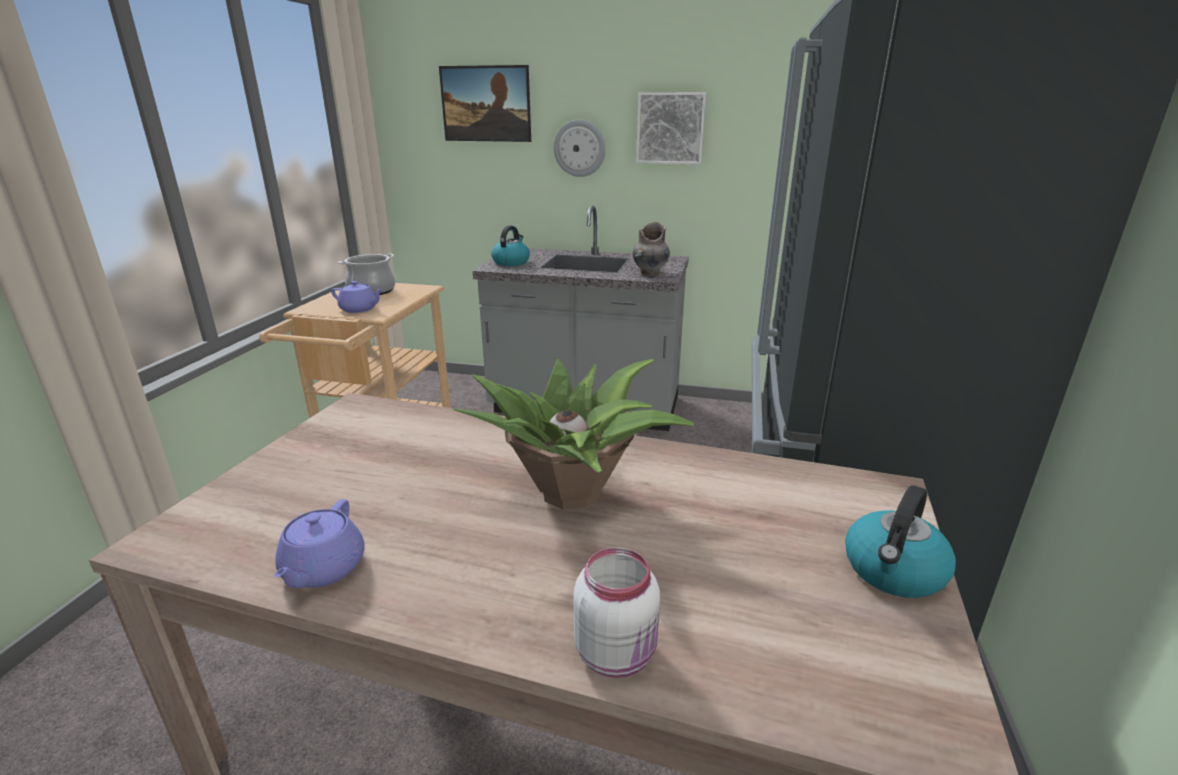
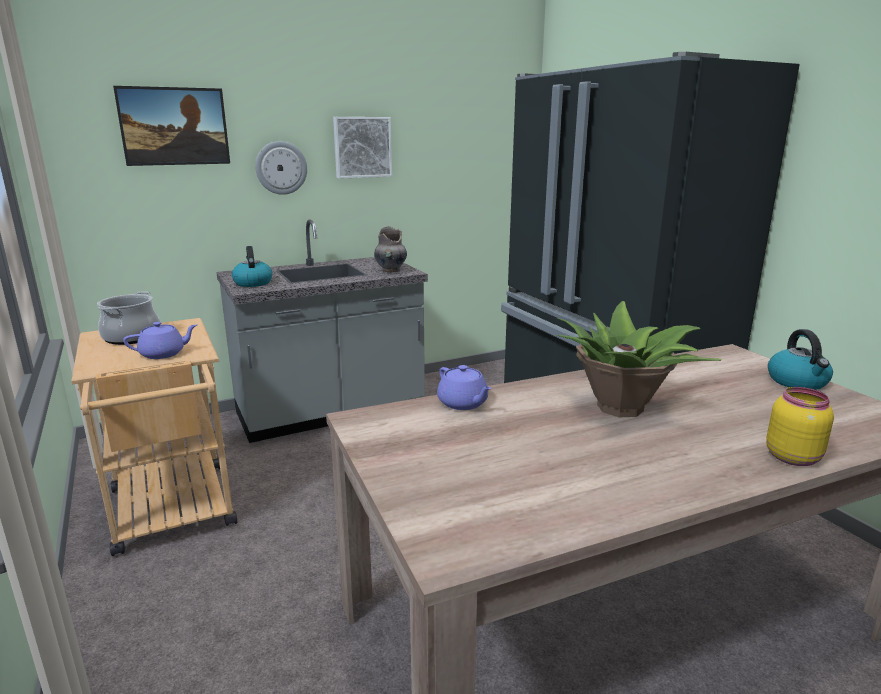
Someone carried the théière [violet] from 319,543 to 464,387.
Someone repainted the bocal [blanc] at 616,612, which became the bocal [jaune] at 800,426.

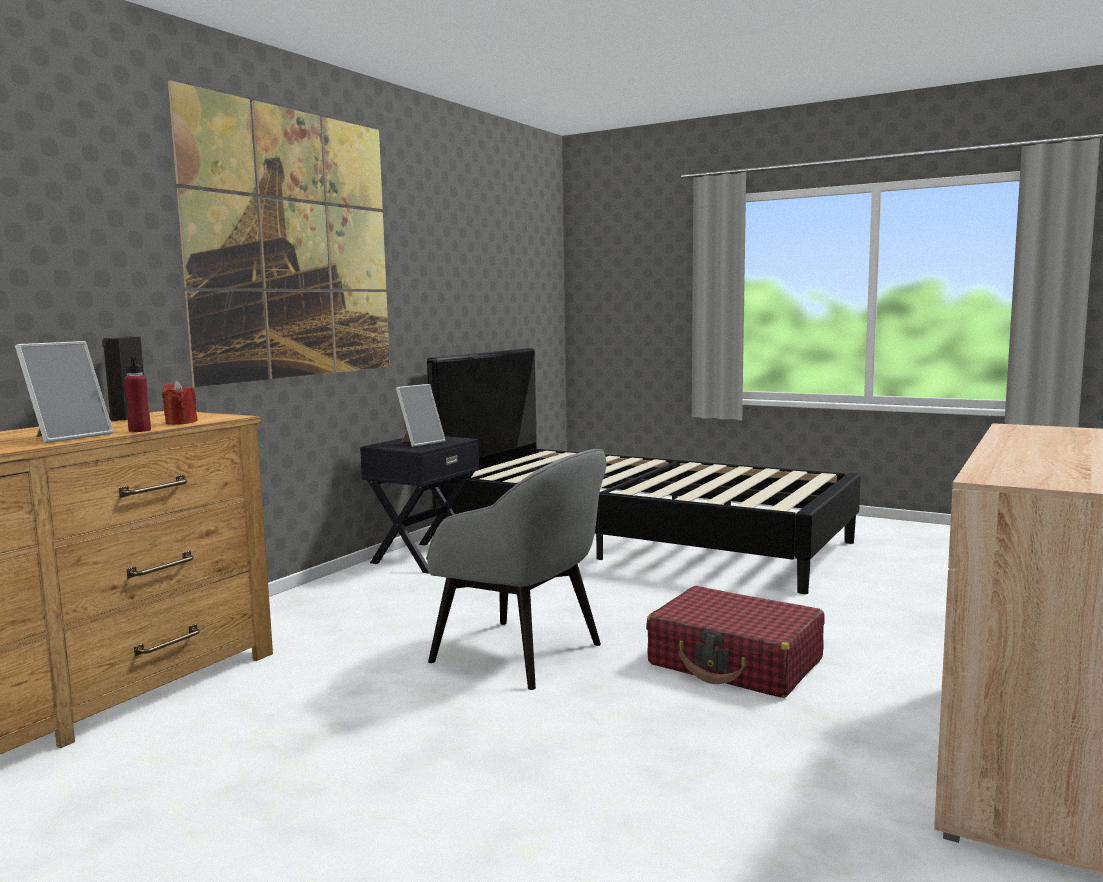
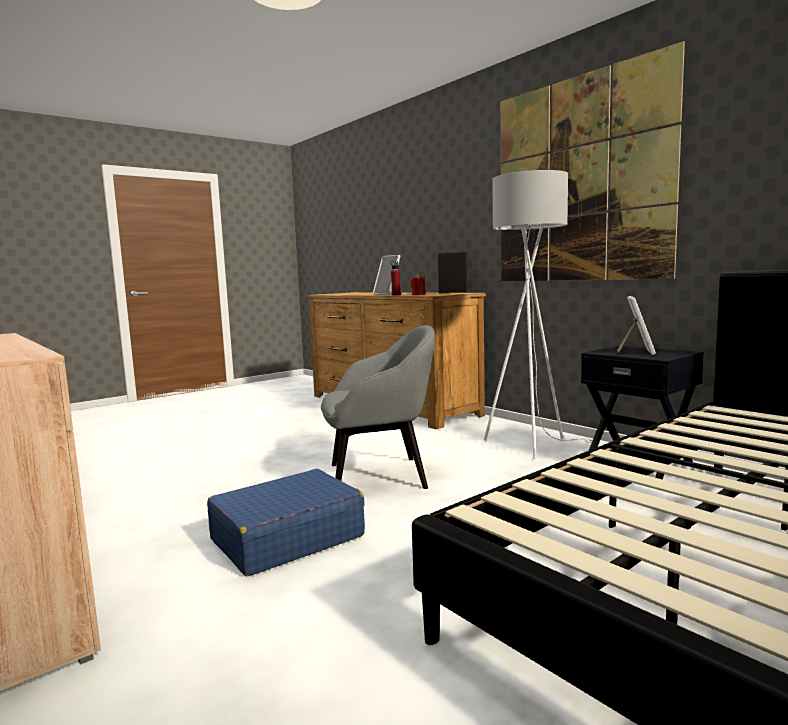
Someone rotated the cadre photo at 421,415 by 135 degrees counterclockwise.
Someone rotated the fauteuil [gris] at 516,569 by 150 degrees counterclockwise.
Someone repainted the valise [rouge] at 735,642, which became the valise [bleu] at 286,522.
Someone put down the lampadaire [blanc] at 538,314.

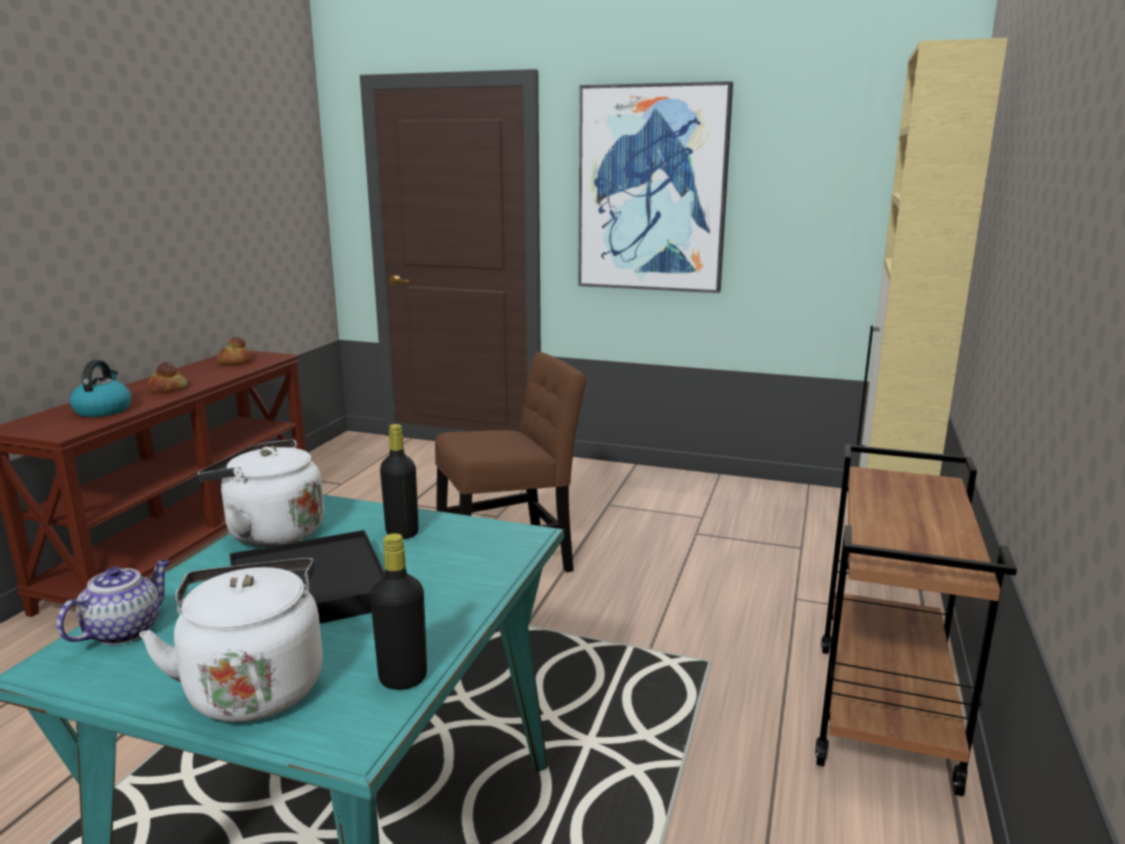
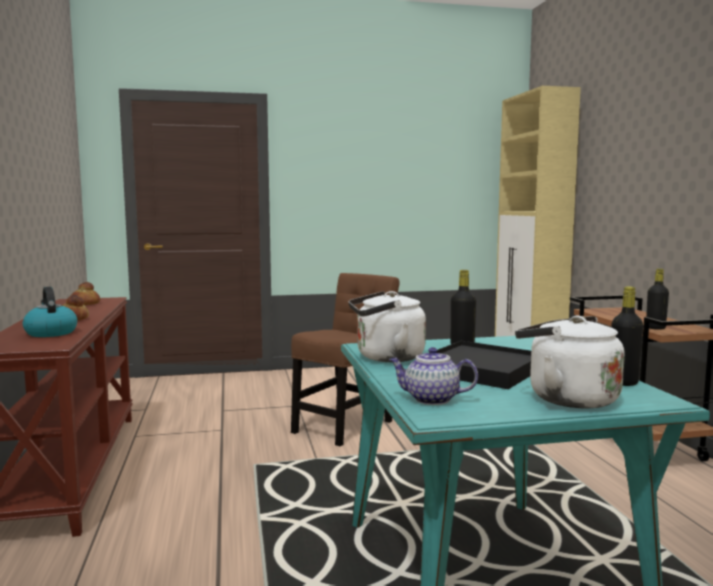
Someone took away the tableau at 655,187.
Someone rotated the théière at 113,602 by 75 degrees counterclockwise.
Someone put down the bouteille [noir] at 657,299.

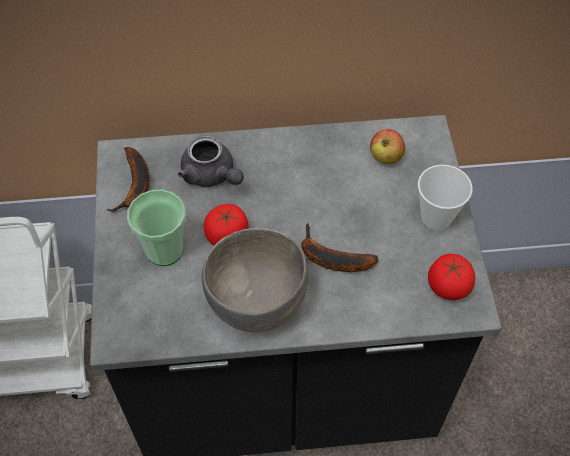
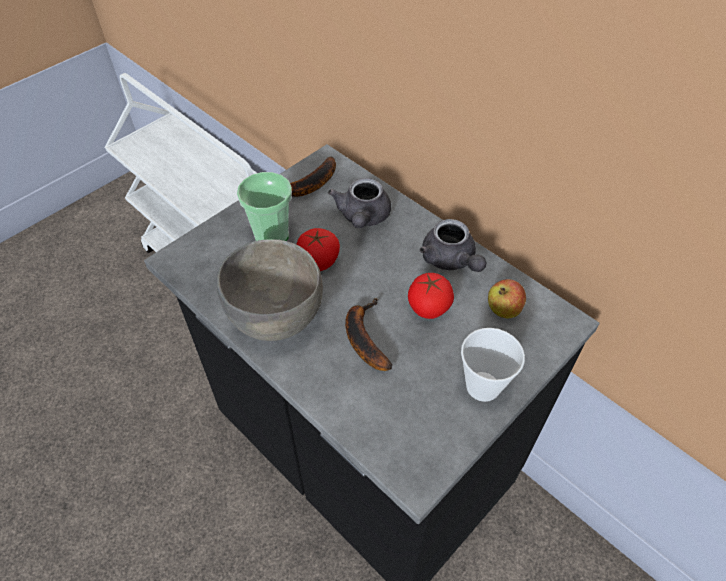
Someone carried the tomate from 451,277 to 431,296.
Someone put down the théière [gris] at 453,245.

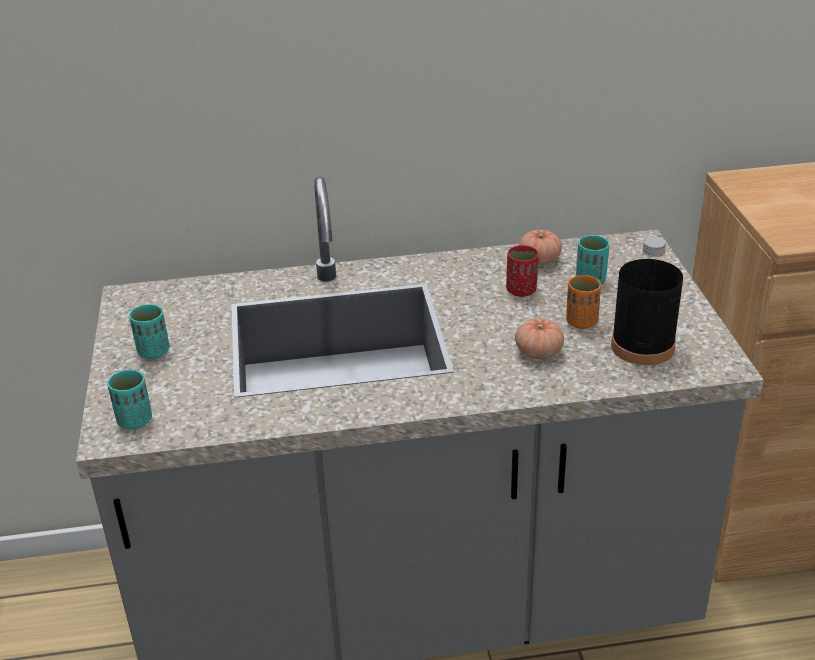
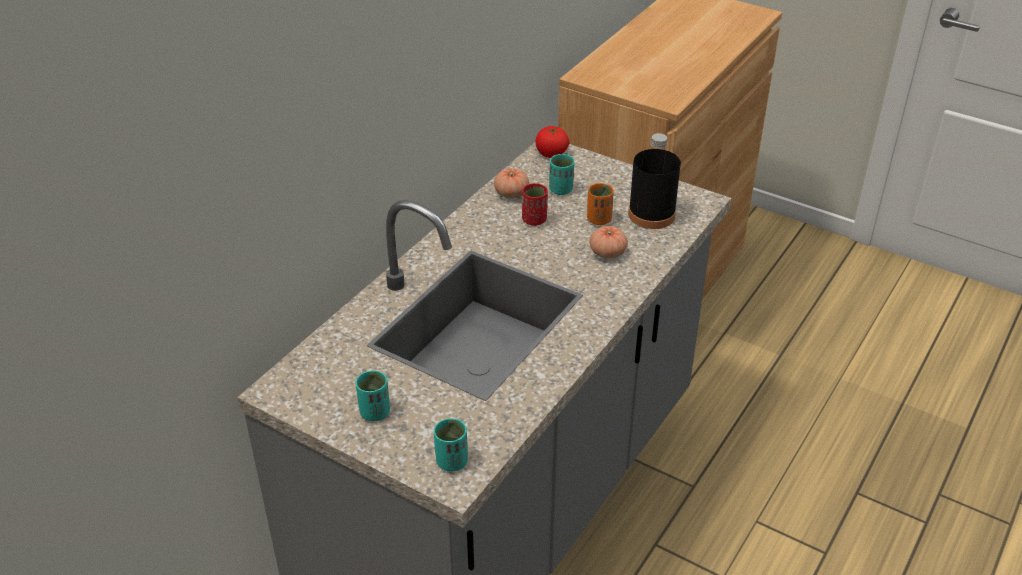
Someone put down the tomate at 552,142.

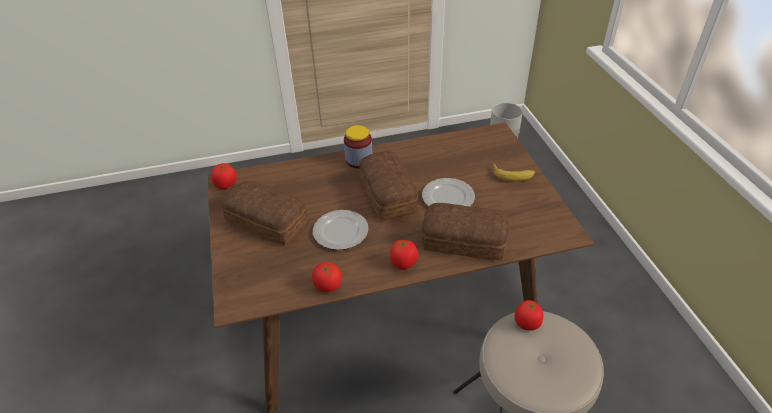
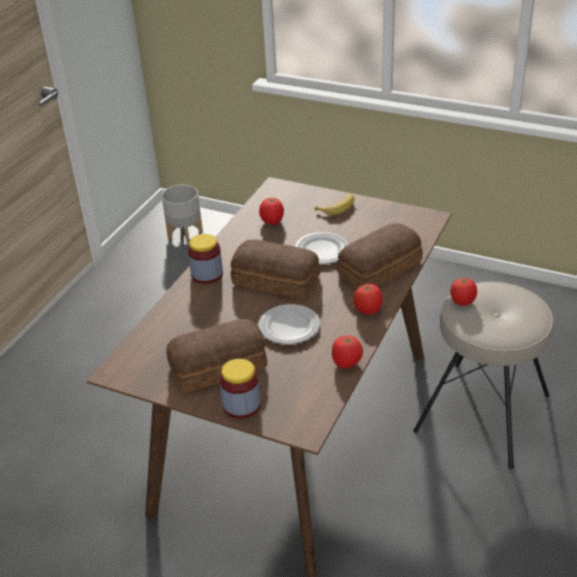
Someone carried the tomate from 223,176 to 271,211.
Someone put down the bocal at 240,388.

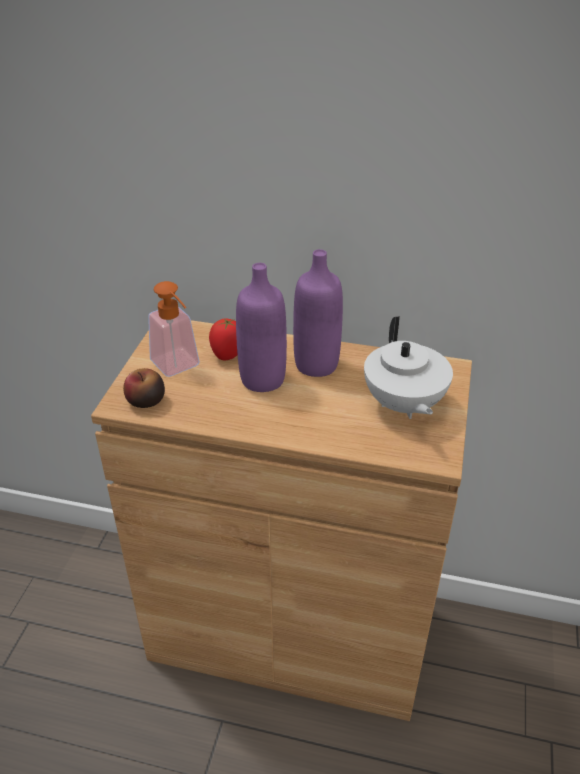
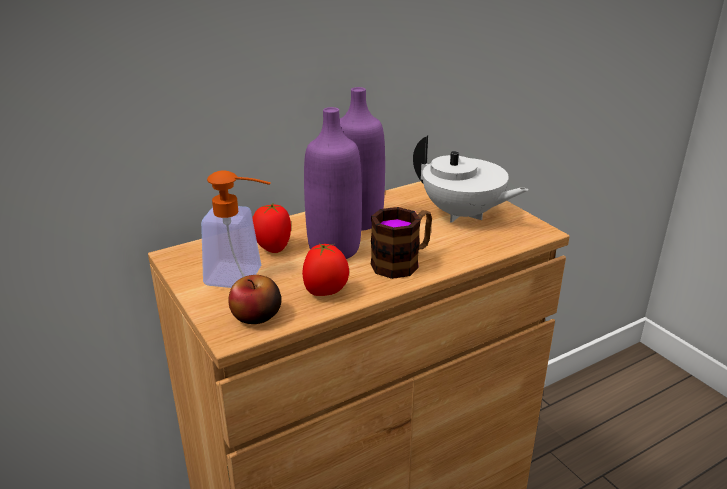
Someone put down the mug at 401,243.
Someone put down the tomate at 325,269.

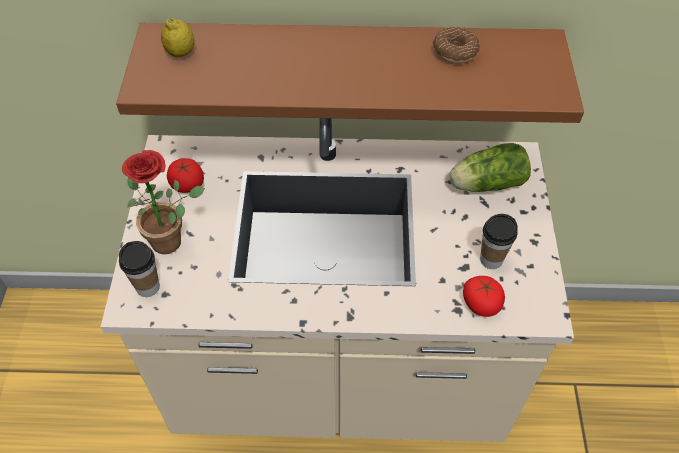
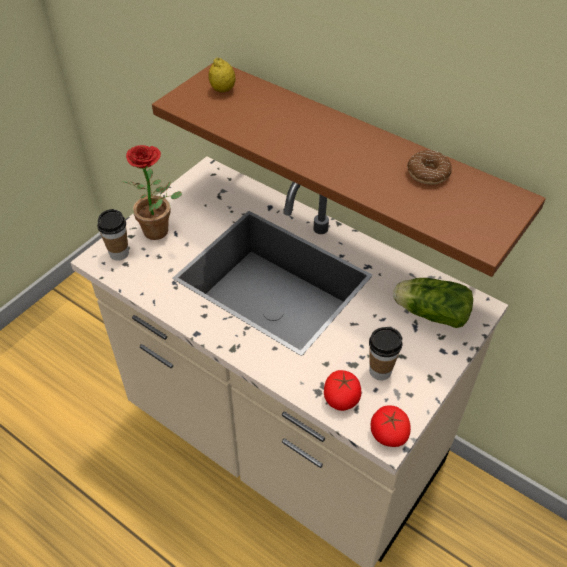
Someone carried the tomate from 185,175 to 390,426.

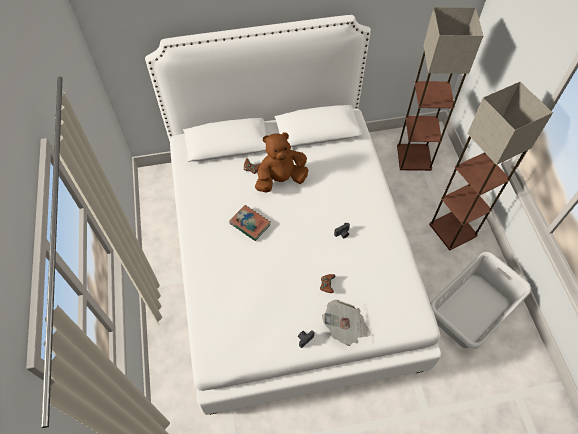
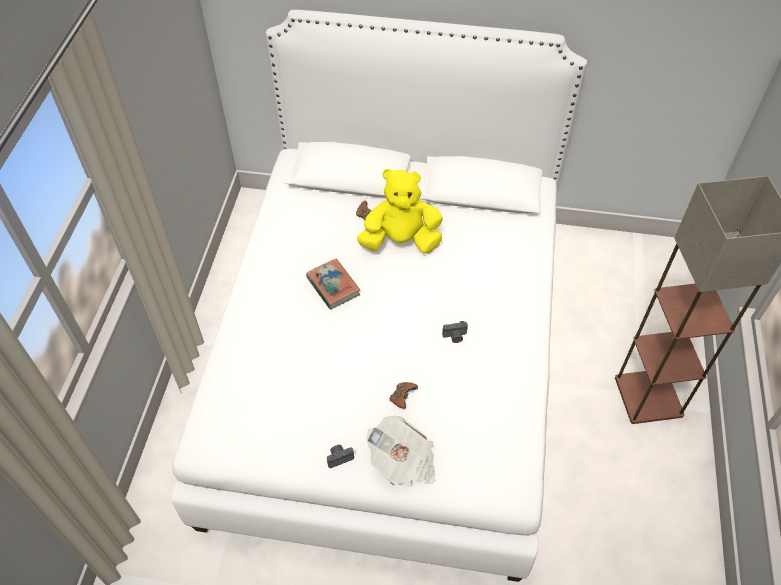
Someone took away the lampadaire at 440,89.
Someone repainted the peluche [marron] at 282,162, which became the peluche [jaune] at 400,211.
Someone took away the panier à linge [gris] at 480,300.

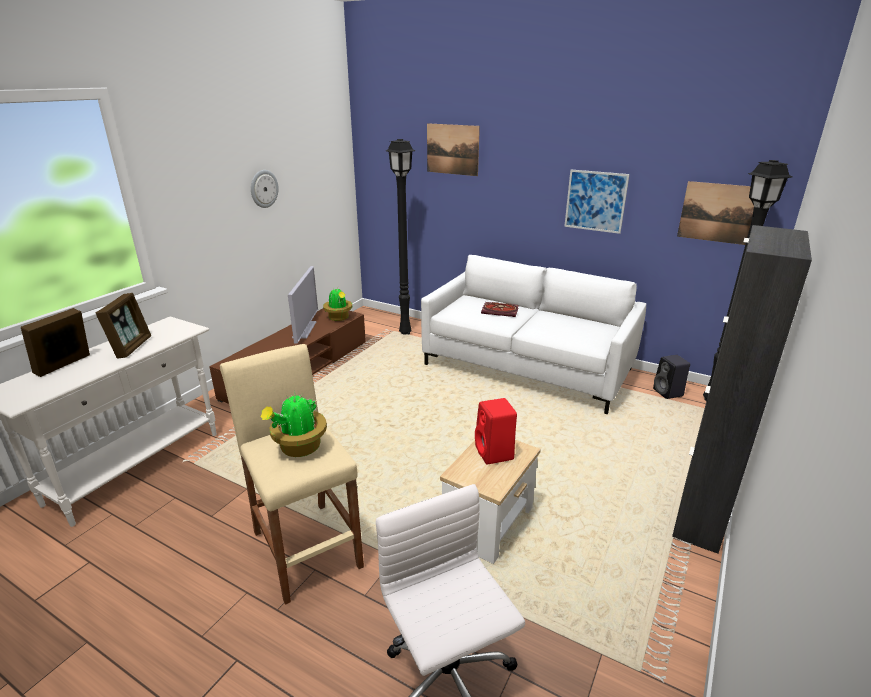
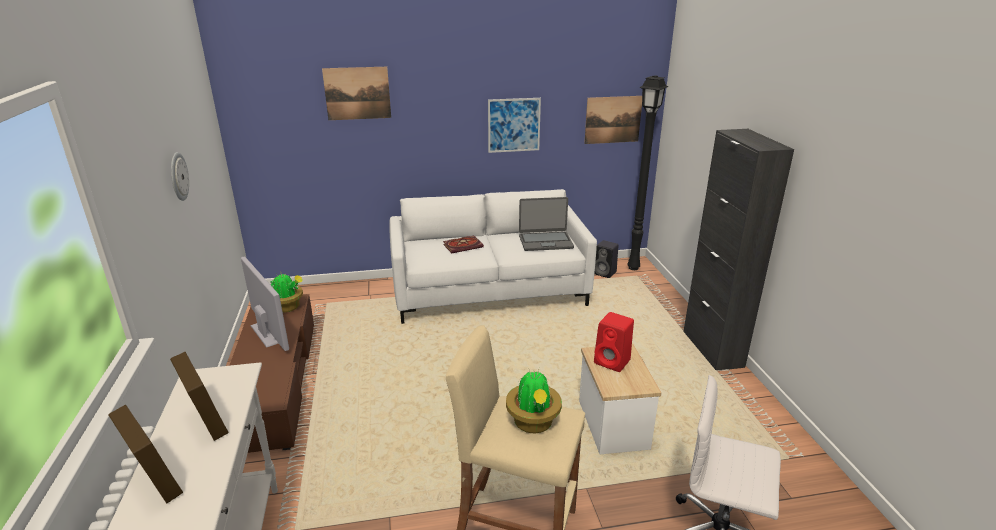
Someone took away the lampadaire [noir] at 400,236.
Someone rotated the cadre photo at 55,342 by 150 degrees clockwise.
Someone put down the ordinateur portable at 546,224.

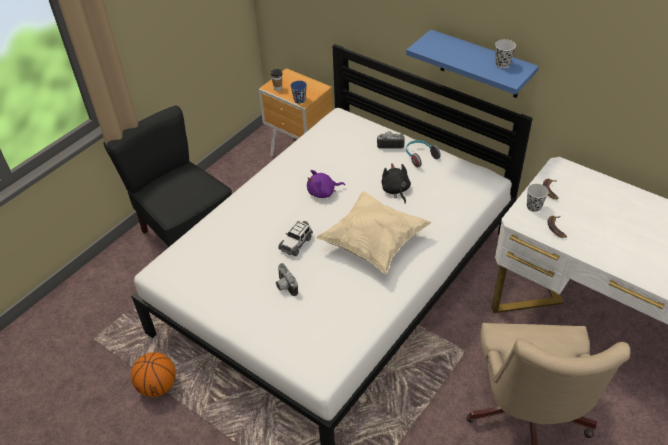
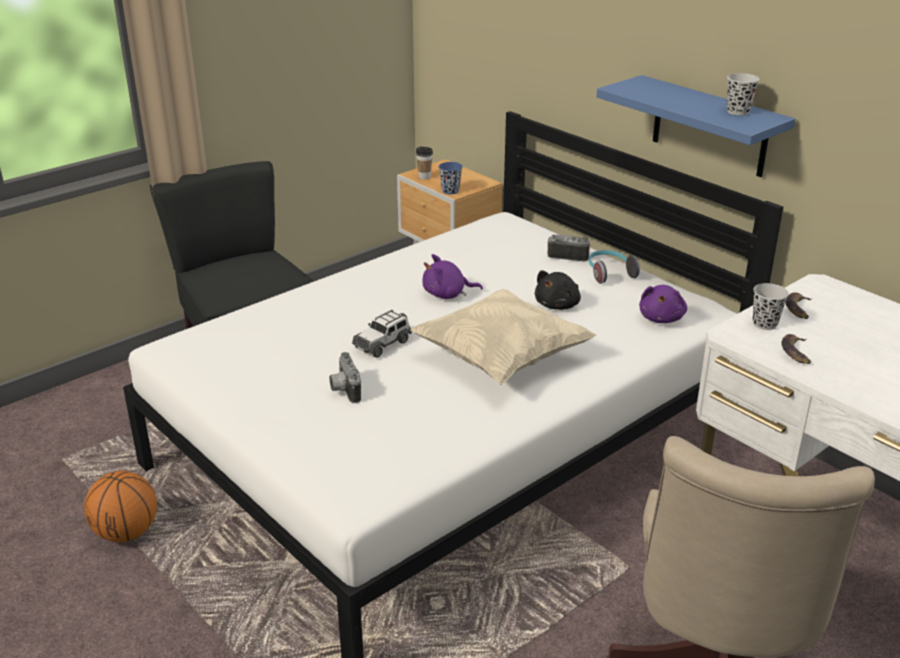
Someone rotated the peluche [noir] at 396,183 by 135 degrees counterclockwise.
Someone put down the peluche [violet] at 663,304.

